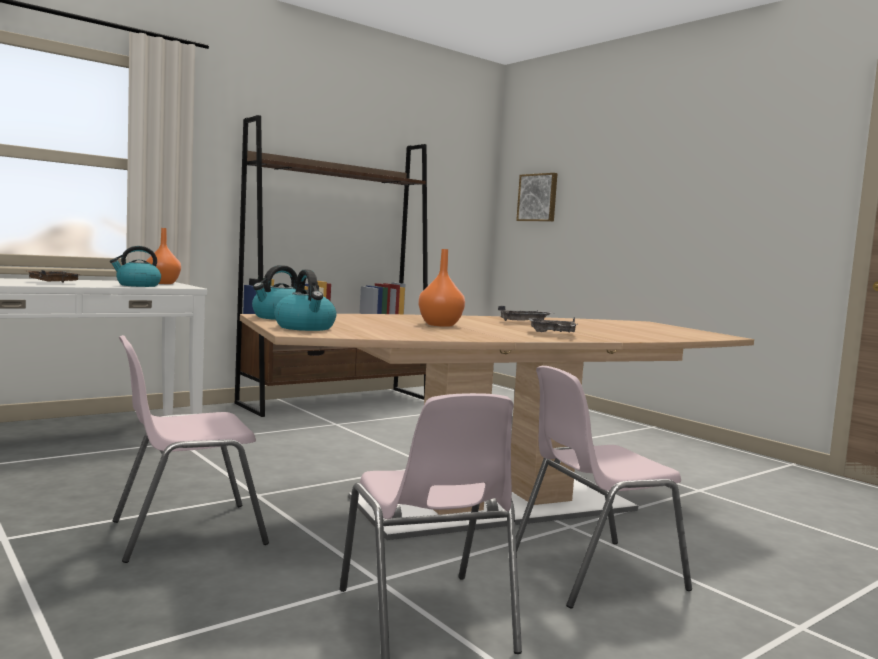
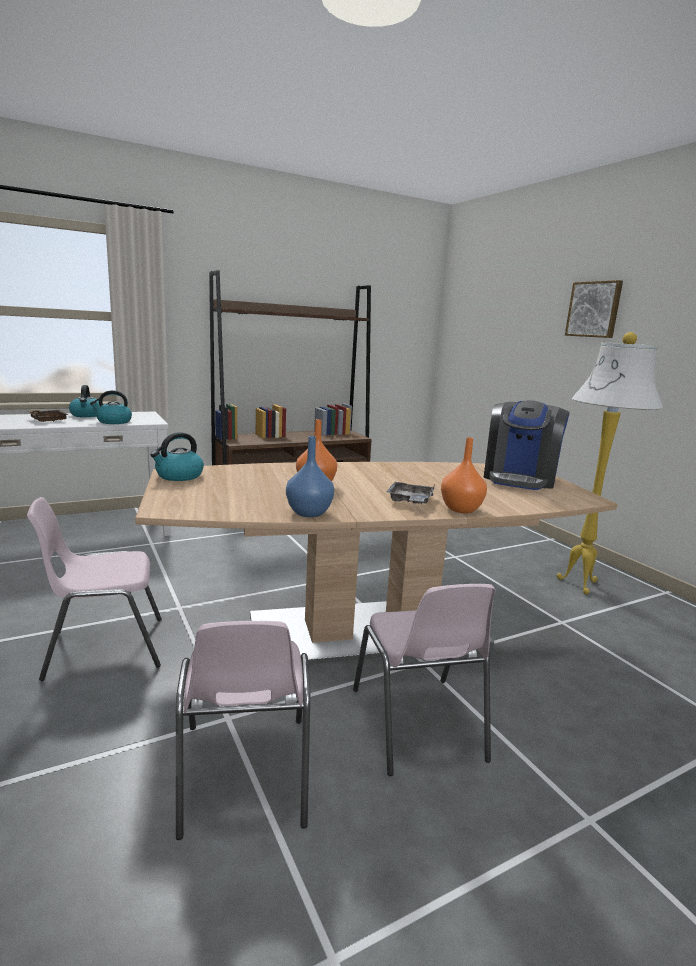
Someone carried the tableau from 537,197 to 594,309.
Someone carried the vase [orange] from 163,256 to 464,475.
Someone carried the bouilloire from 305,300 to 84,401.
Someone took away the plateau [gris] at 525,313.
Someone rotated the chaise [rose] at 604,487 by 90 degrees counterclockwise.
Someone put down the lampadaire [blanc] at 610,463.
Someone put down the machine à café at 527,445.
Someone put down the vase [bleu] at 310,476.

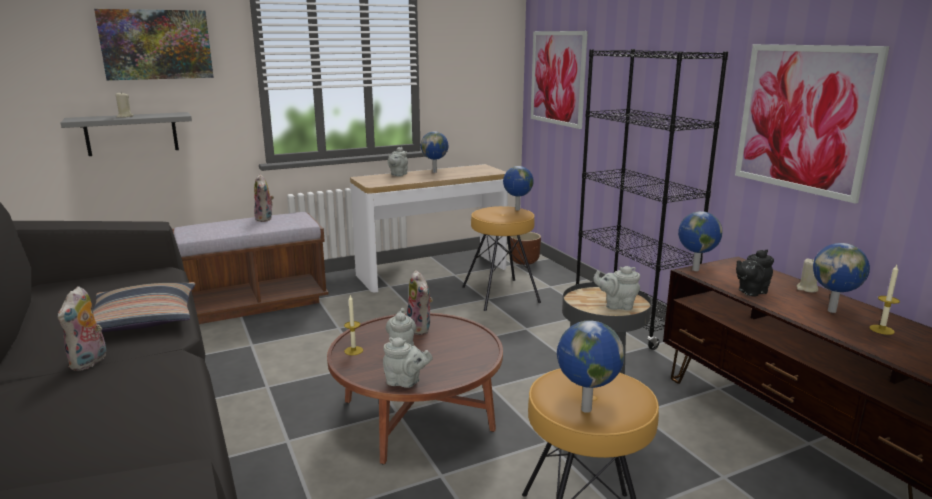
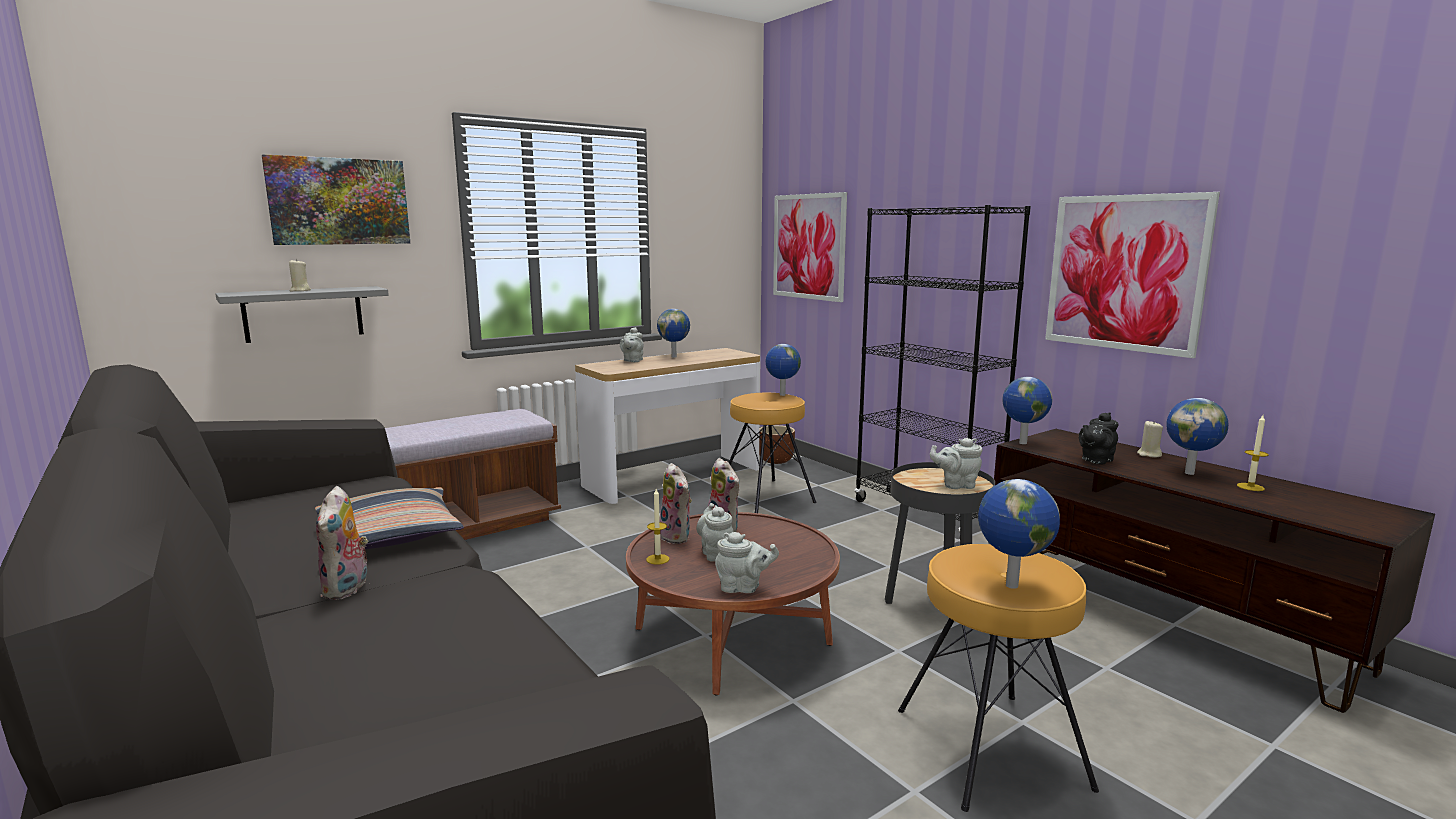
Someone carried the peluche from 264,198 to 675,503.

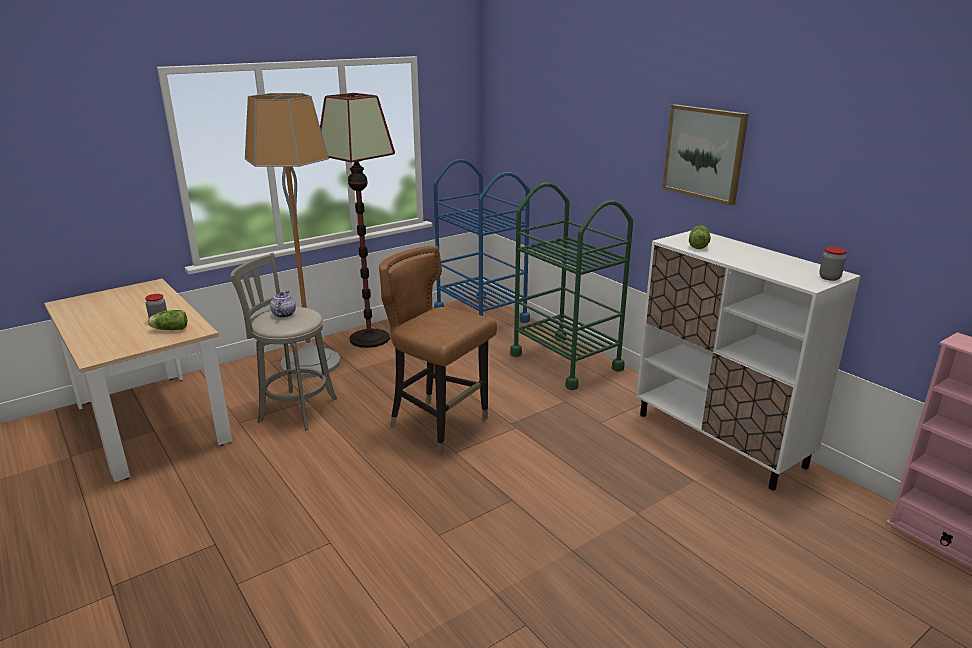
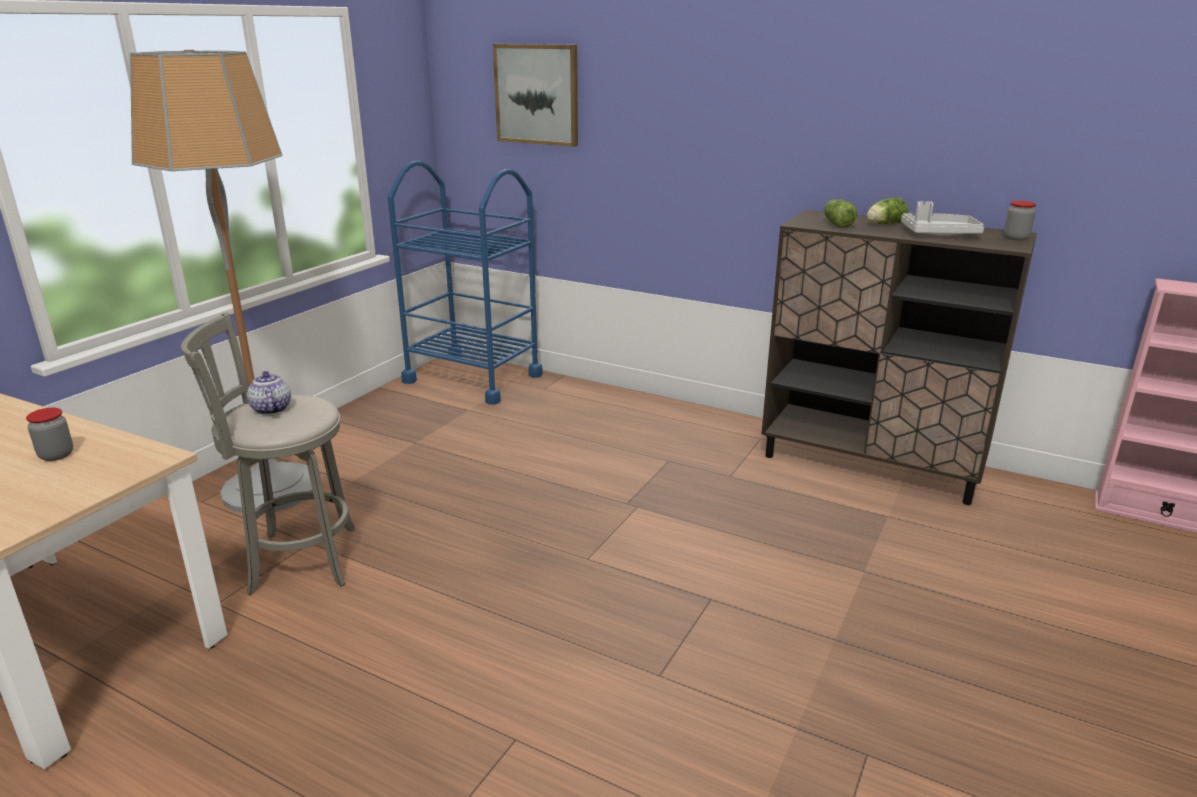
Someone took away the lampadaire at 357,220.
Someone carried the tableau from 705,155 to 535,95.
Someone took away the chariot [vert] at 571,286.
Someone repainted the meuble de rangement [blanc] at 748,360, which became the meuble de rangement [marron] at 899,357.
Someone took away the chaise [marron] at 438,350.
Someone carried the laitue from 167,320 to 887,210.
Someone put down the plateau [gris] at 942,218.

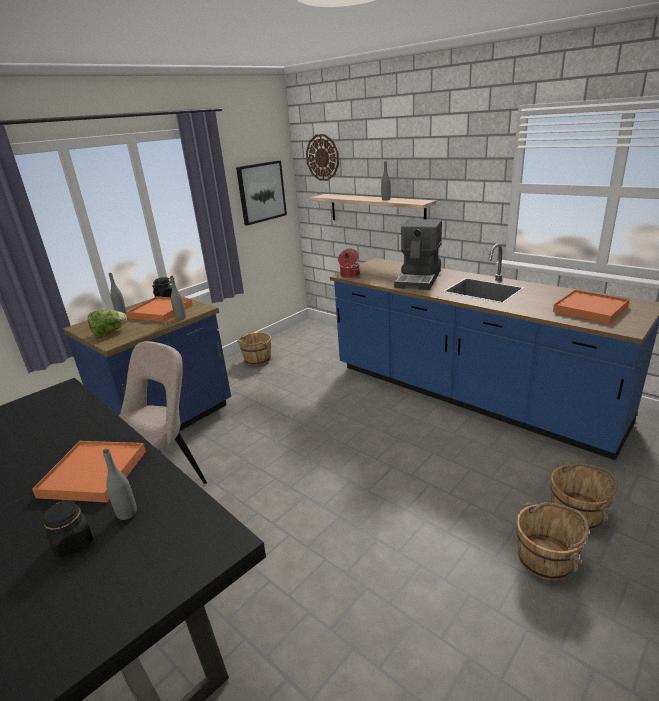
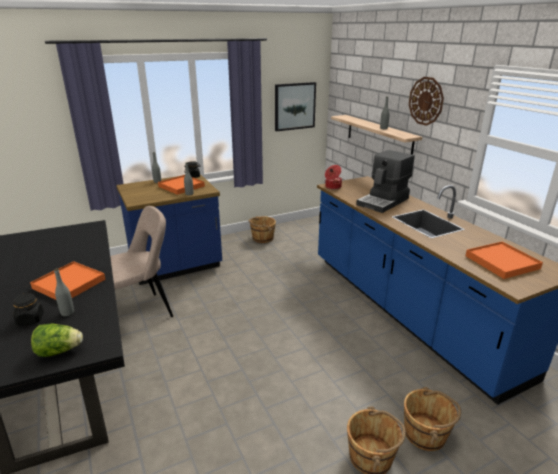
Someone carried the horloge murale from 322,157 to 426,101.
Someone carried the laitue from 107,323 to 57,340.

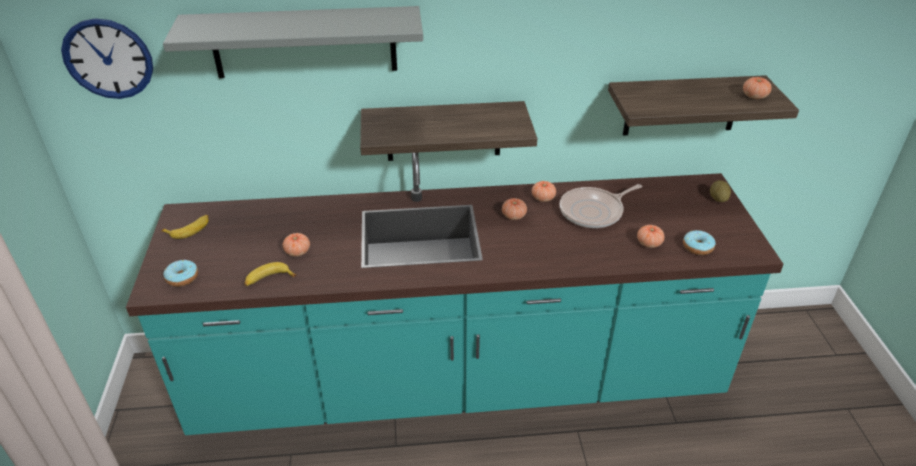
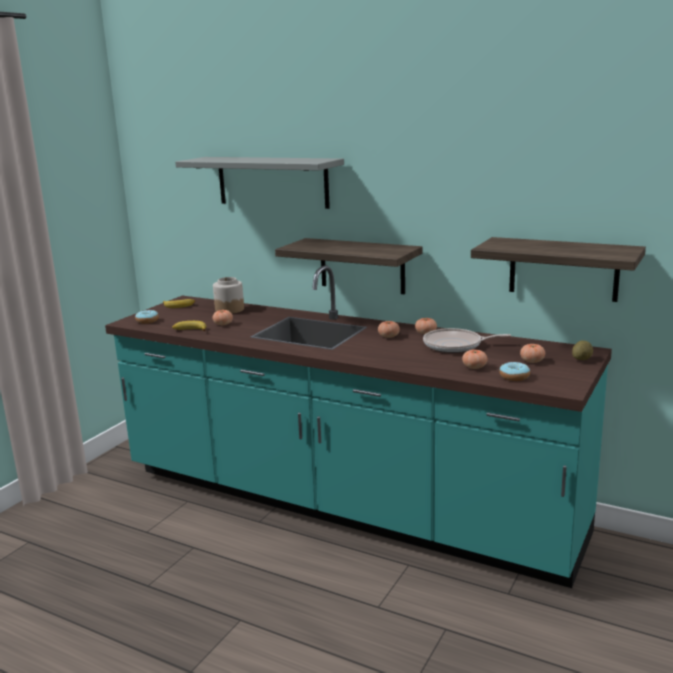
Someone took away the horloge murale at 107,58.
Someone carried the tomate from 757,88 to 532,353.
Someone put down the bocal at 228,295.

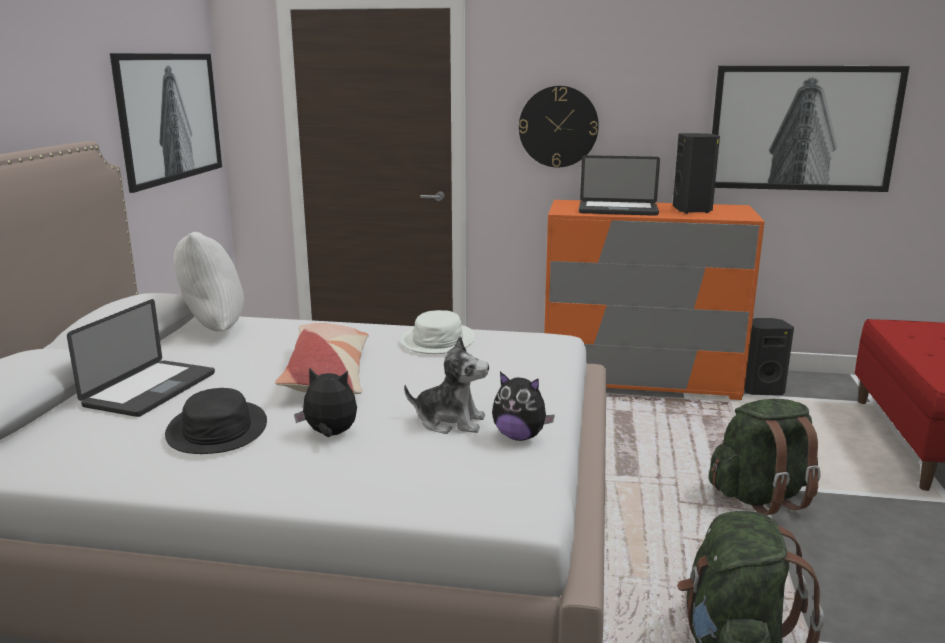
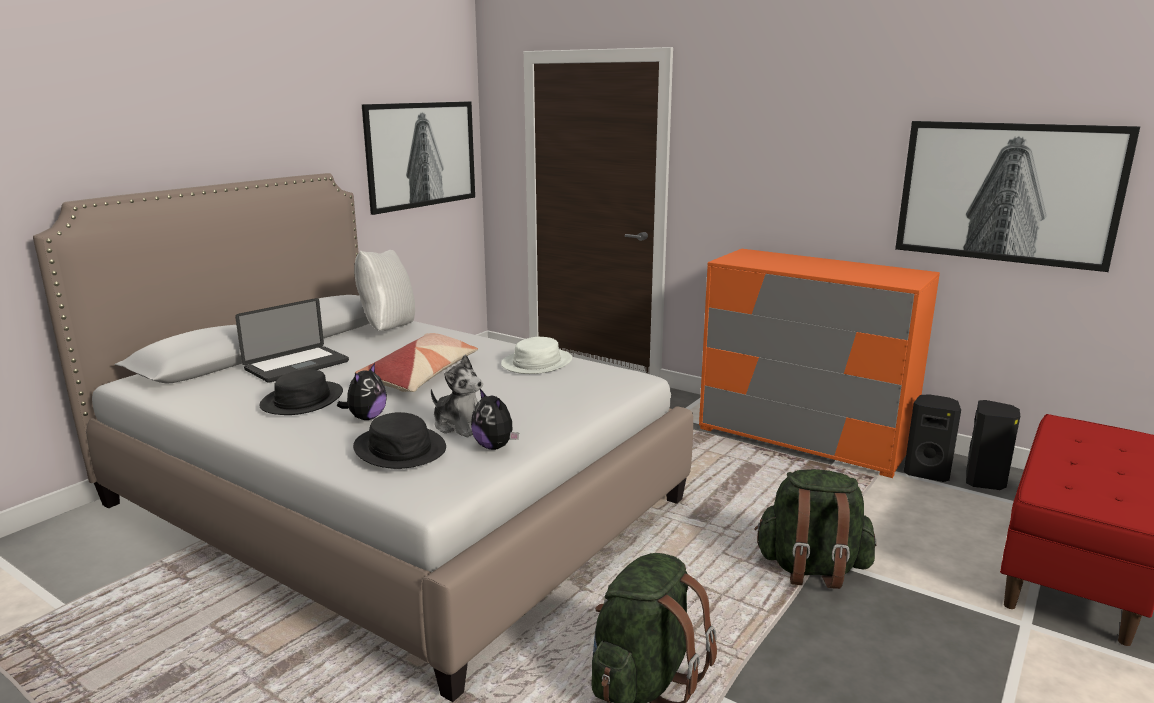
Someone took away the horloge murale at 559,126.
Someone carried the enceinte [noir] from 696,173 to 993,445.
Someone took away the ordinateur portable at 619,185.
Someone rotated the peluche at 325,402 by 75 degrees clockwise.
Someone put down the chapeau [noir] at 399,440.

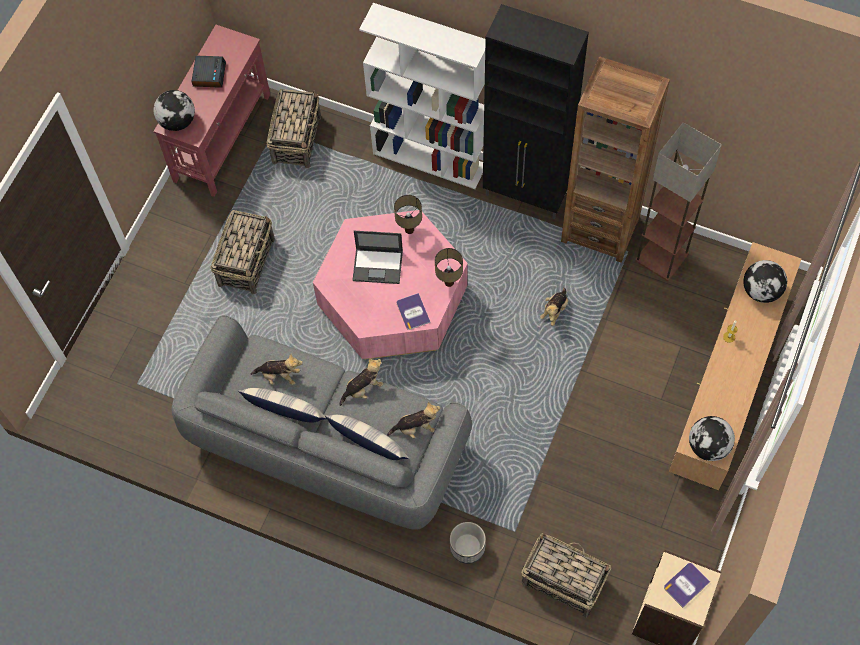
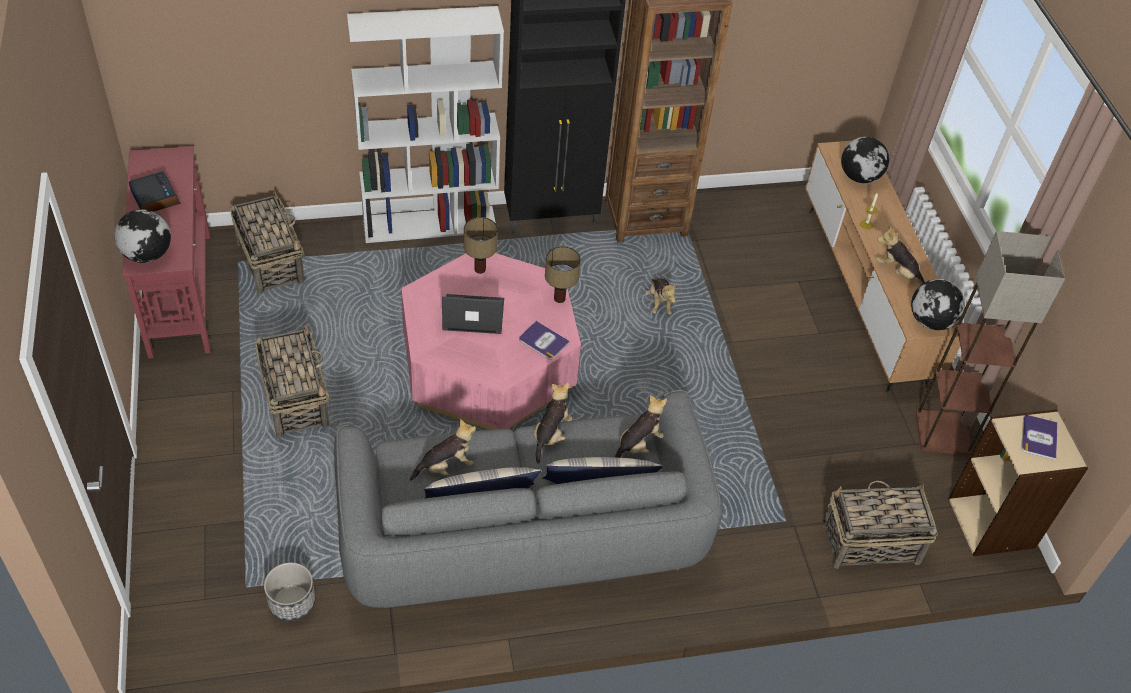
Someone carried the lampadaire from 678,201 to 990,343.
Someone rotated the ordinateur portable at 378,257 by 150 degrees counterclockwise.
Someone carried the cache-pot from 468,543 to 290,592.
Someone put down the peluche at 900,255.

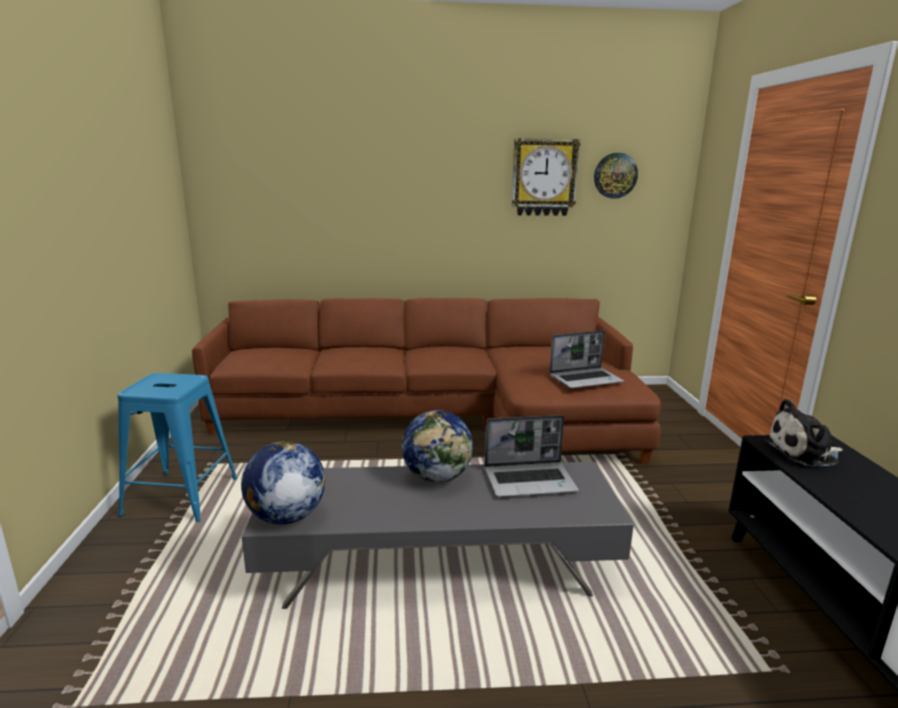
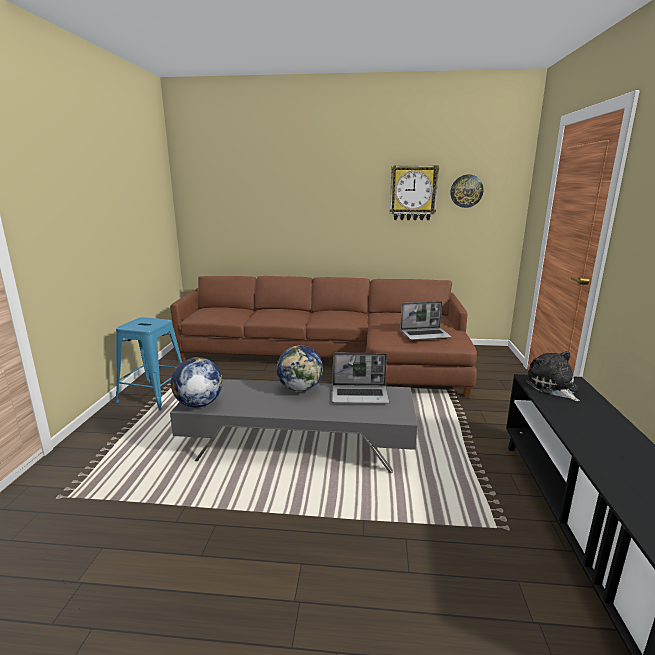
Someone rotated the peluche at 803,433 by 75 degrees clockwise.

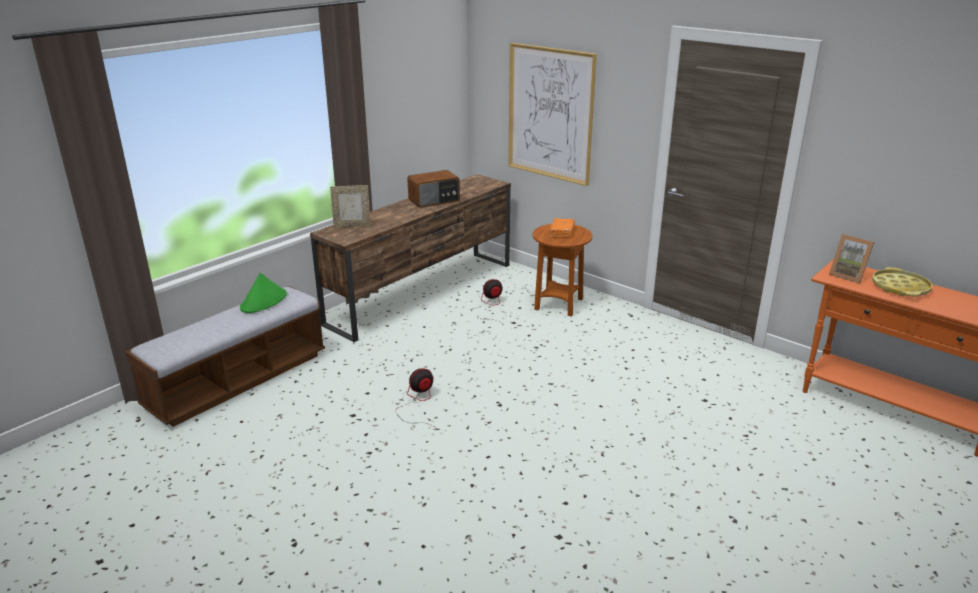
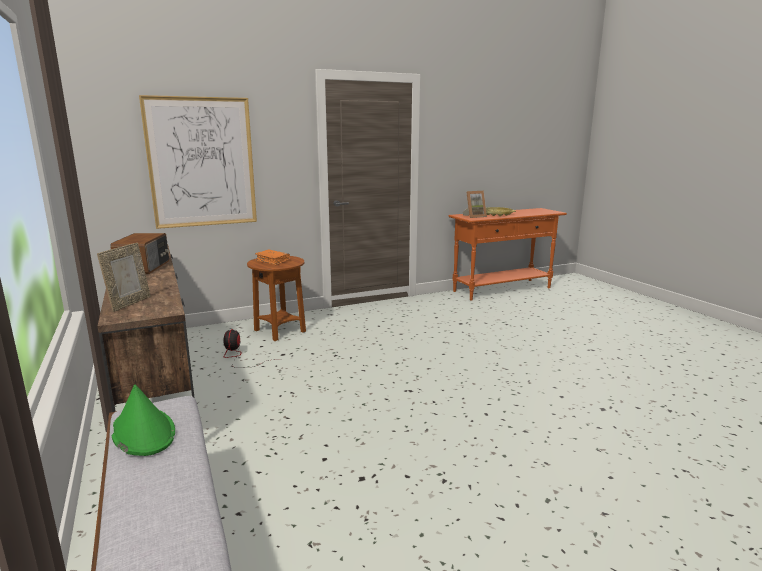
Someone took away the ventilateur at 418,399.

